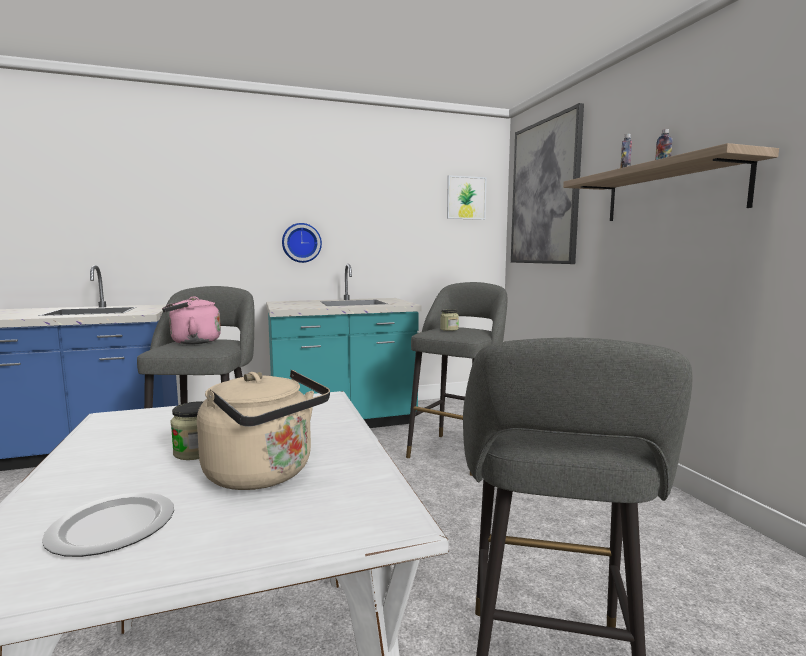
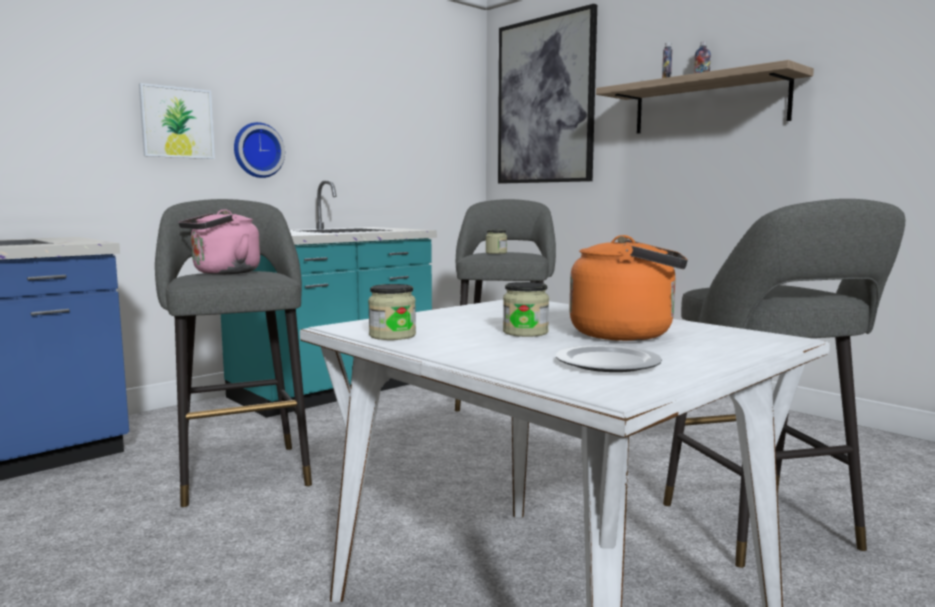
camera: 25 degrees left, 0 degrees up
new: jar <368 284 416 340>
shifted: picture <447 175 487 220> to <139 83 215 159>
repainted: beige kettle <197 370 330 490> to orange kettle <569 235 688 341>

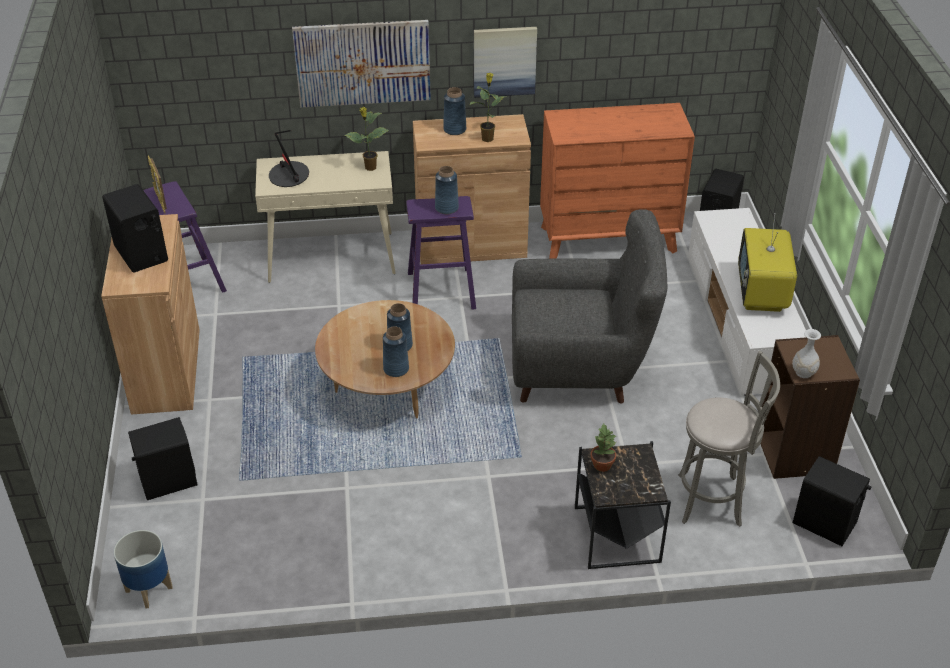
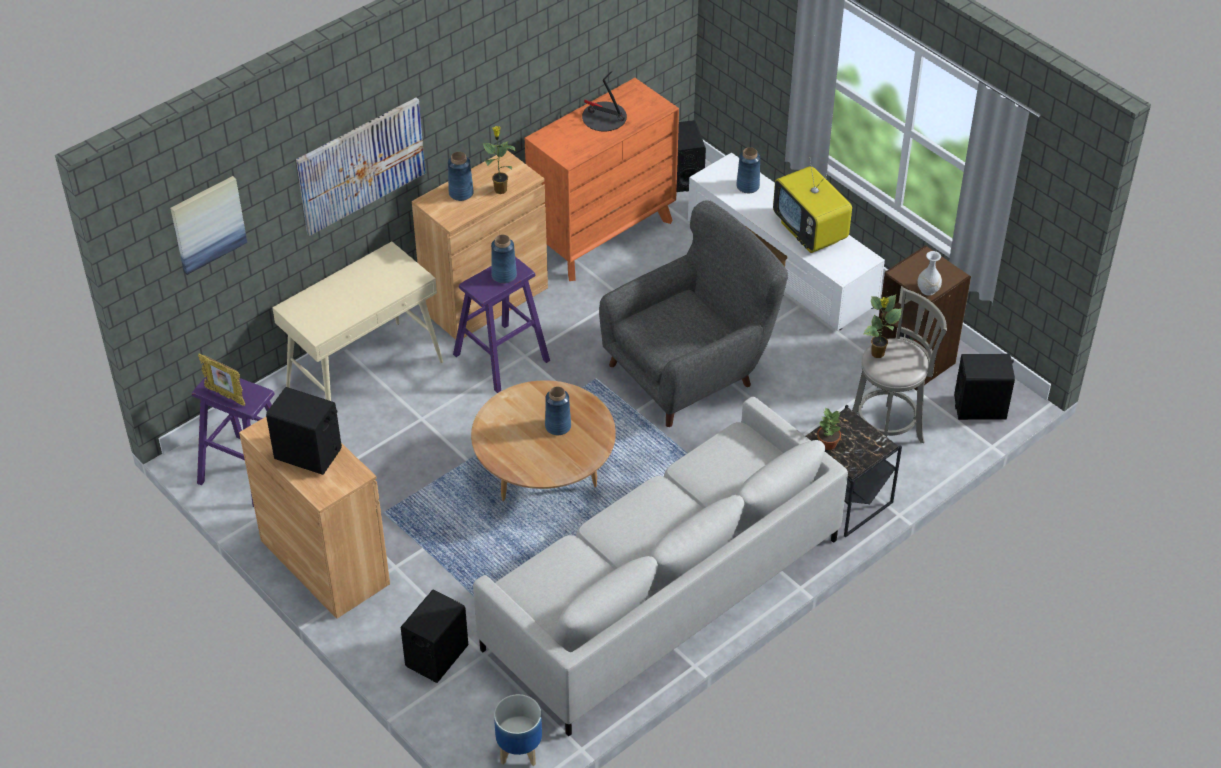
camera: 35 degrees left, 5 degrees up
new: grey sofa <473 397 848 737>
shifted: table lamp <269 130 309 187> to <582 71 627 131>; potted plant <344 107 389 171> to <863 295 902 358>; blue vase <383 326 409 377> to <736 147 760 193>; picture <474 27 537 98> to <170 176 247 275>

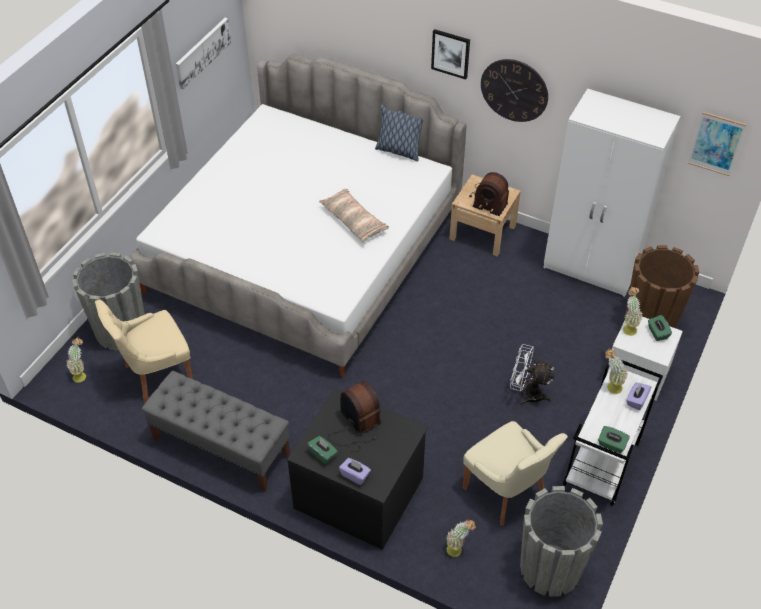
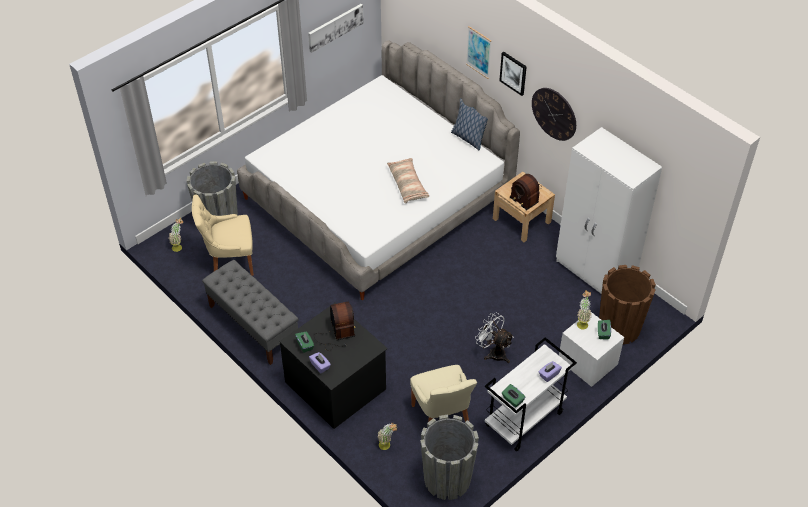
camera: 20 degrees right, 0 degrees up
gone: potted plant <605 348 628 394>
shifted: picture <688 112 747 176> to <466 26 492 79>

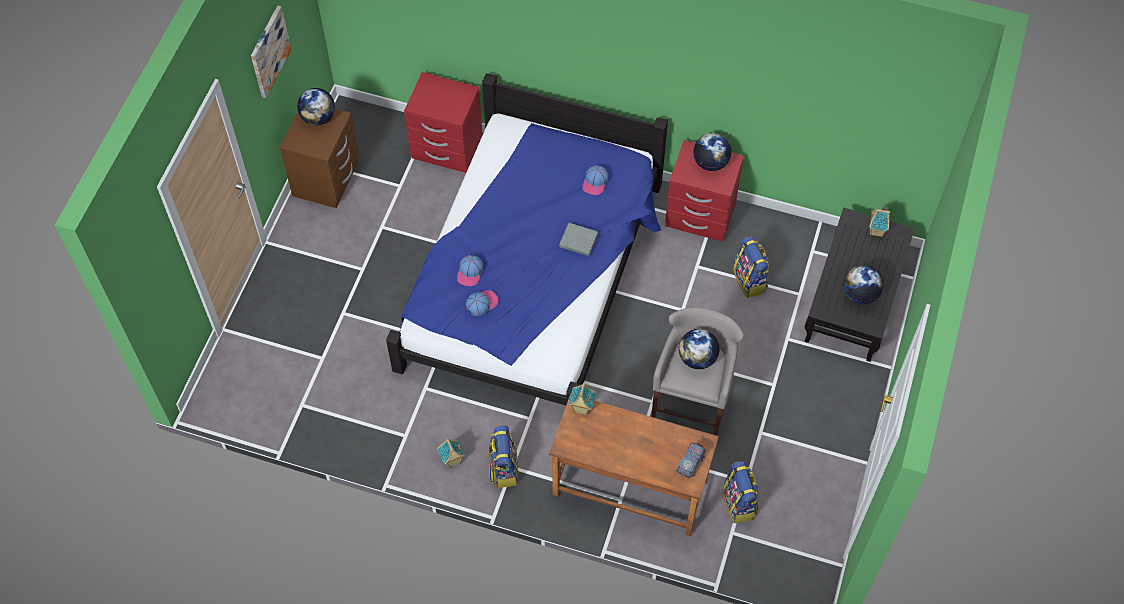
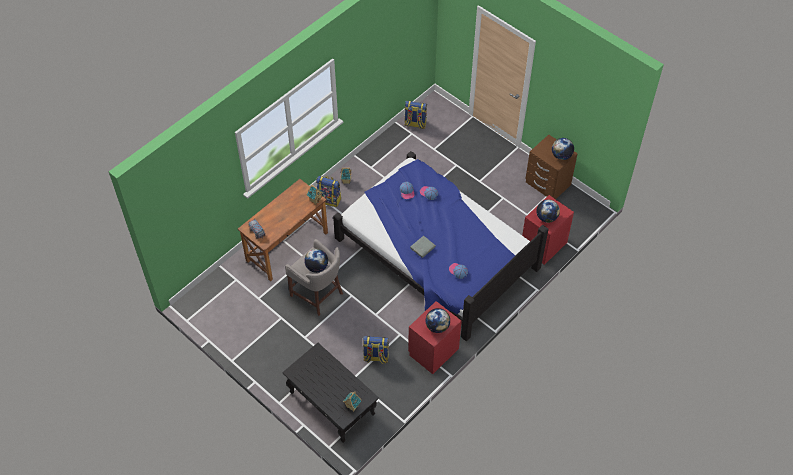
camera: 115 degrees right, 5 degrees down
gone: picture <251 6 291 98>
shifted: backpack <723 461 759 523> to <404 101 427 129>; globe <844 265 883 304> to <536 199 560 223>

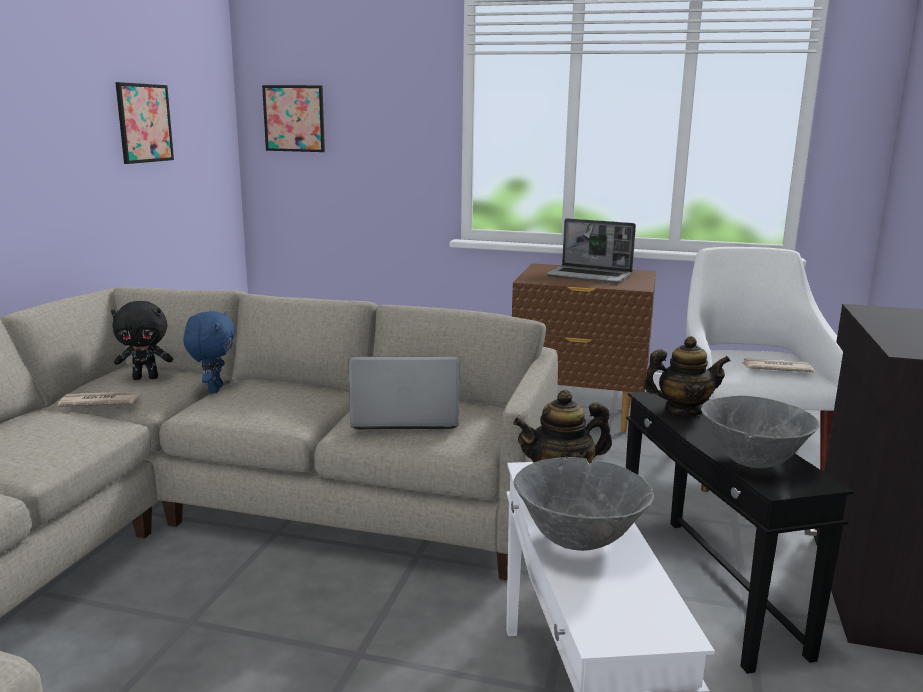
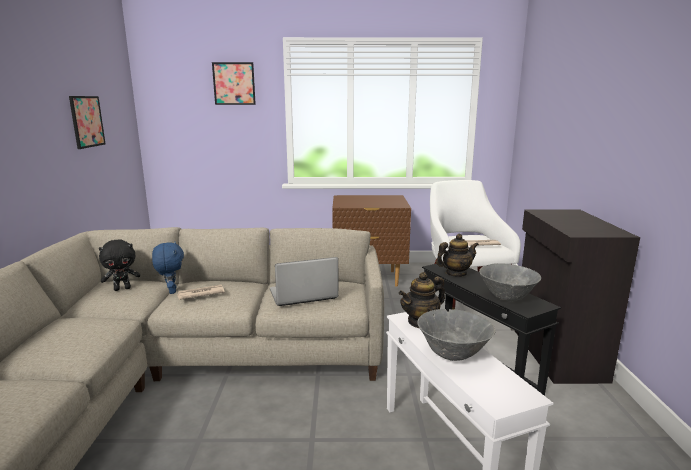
camera: 15 degrees left, 0 degrees up
gone: laptop <546 218 636 283>
shifted: newspaper <57 391 140 407> to <177 285 225 300>; picture <262 85 325 152> to <212 62 256 105>

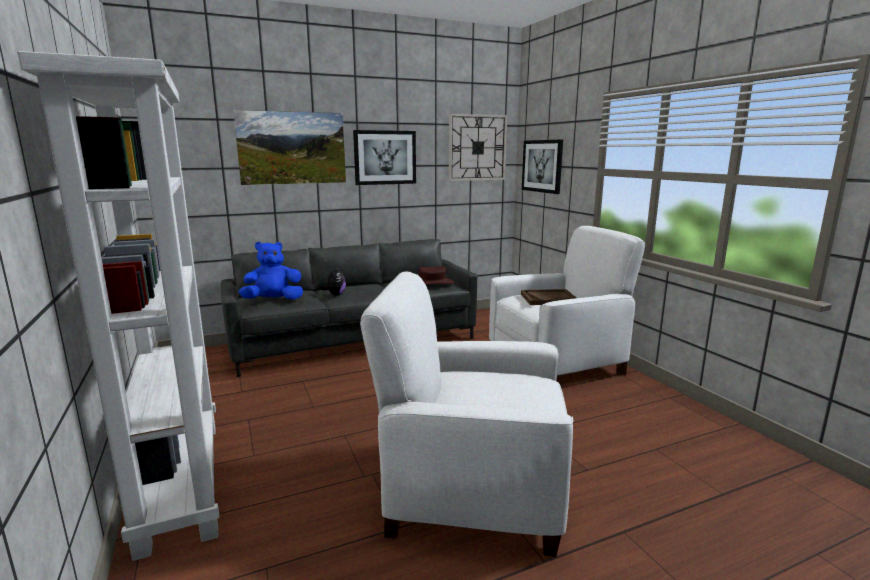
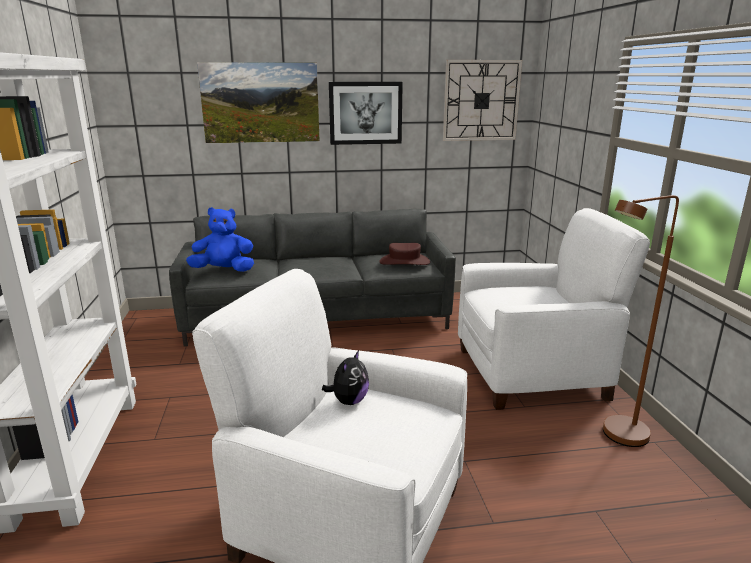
camera: 15 degrees right, 5 degrees up
gone: brown tray <521 289 576 305>; picture <522 140 563 194>
new: brown floor lamp <603 195 679 447>
shifted: plush toy <321 267 346 295> to <322 350 369 405>

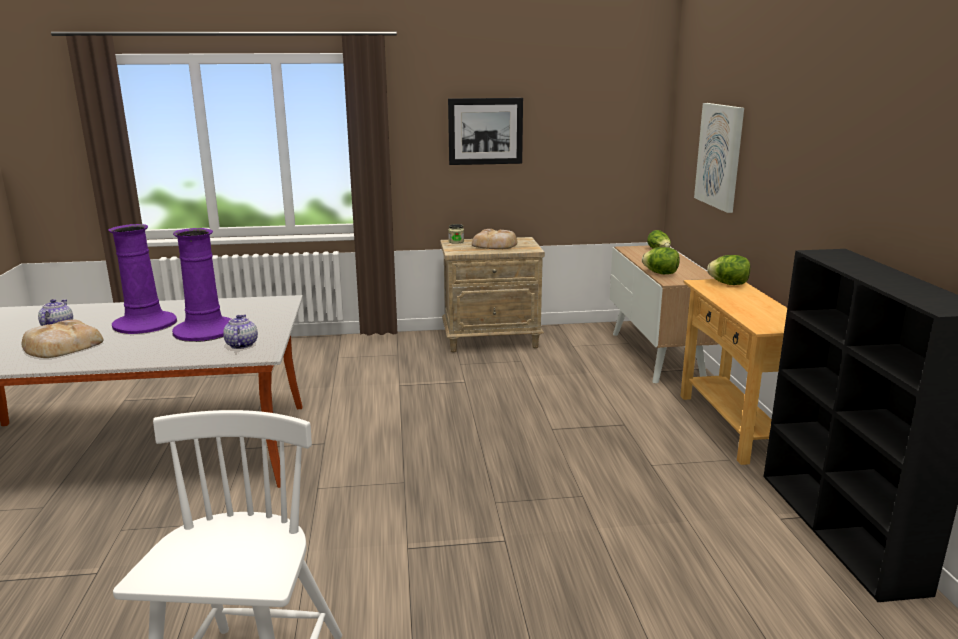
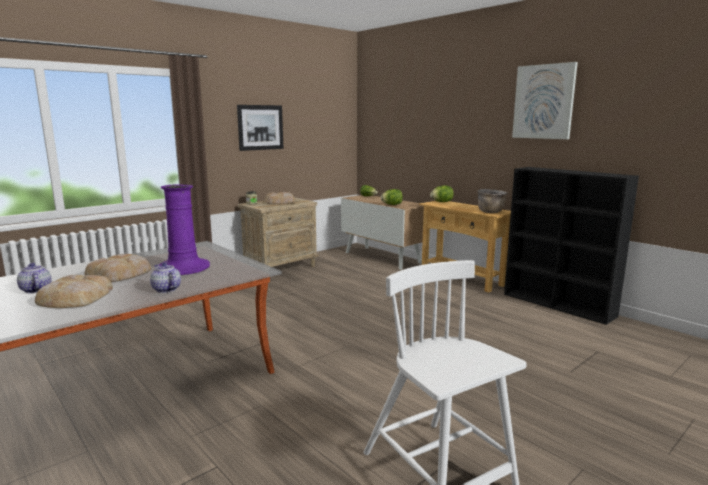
camera: 35 degrees left, 5 degrees down
new: brown cooking pot <478 189 507 213>
shifted: teapot <223 315 258 349> to <150 262 181 293>; picture <694 103 744 213> to <512 62 578 139>
swapped: purple vase <108 224 177 334> to bread <85 254 151 282>

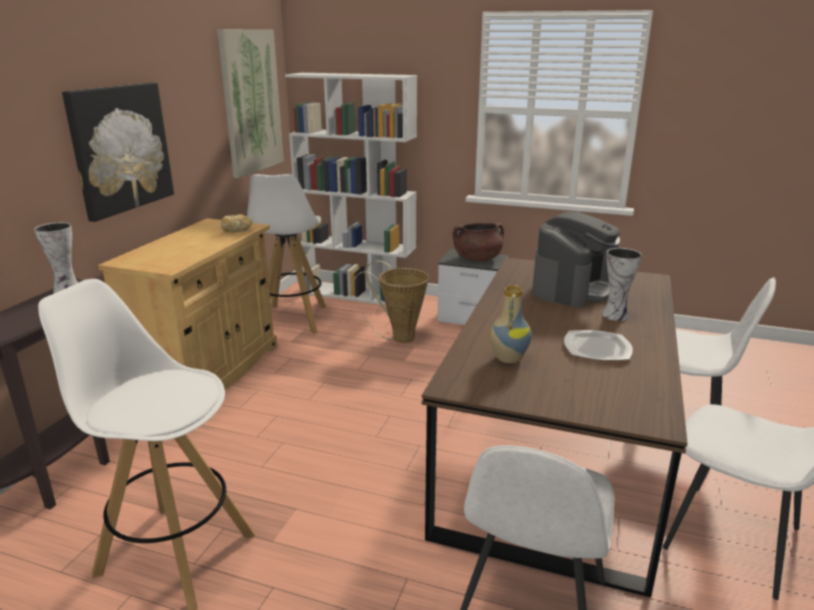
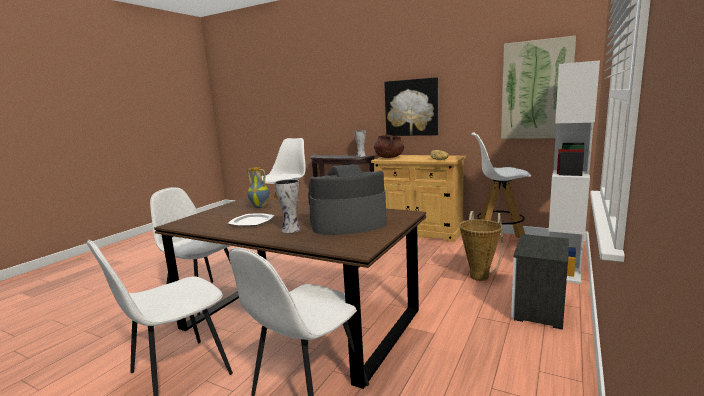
camera: 100 degrees right, 10 degrees down
shifted: brown cooking pot <453 223 504 262> to <374 134 404 158>
rotated: coffee machine <532 211 620 308> = <308 164 387 235> 120 degrees clockwise

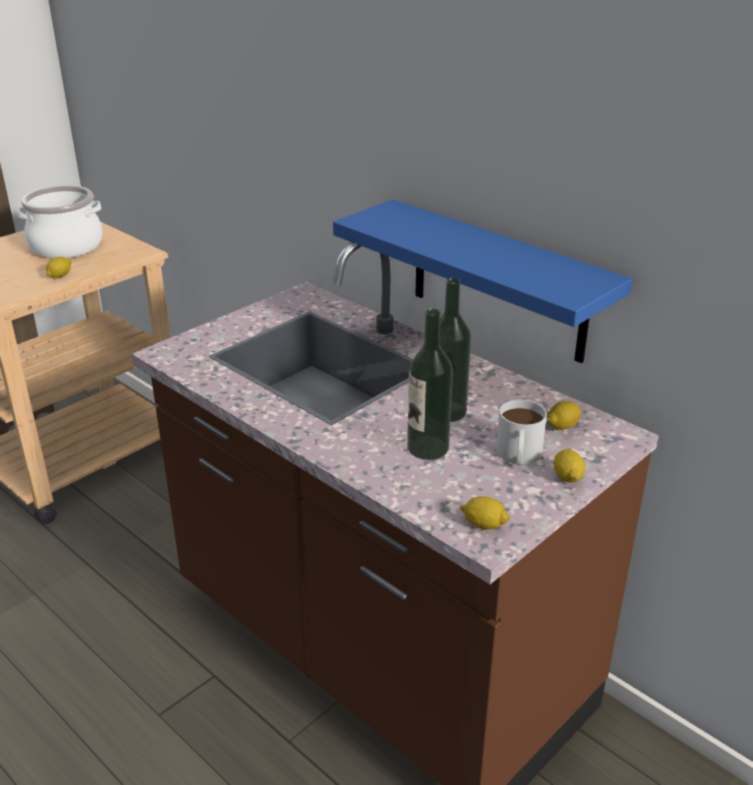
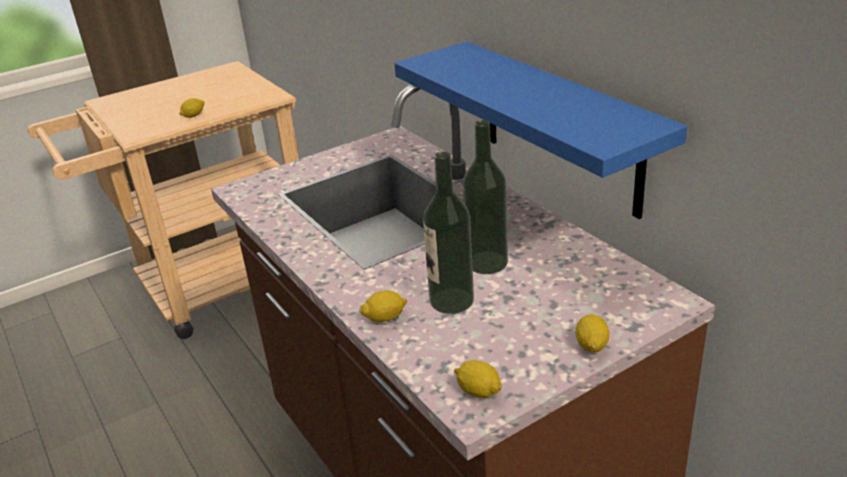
camera: 15 degrees right, 0 degrees up
gone: cooking pot <17 185 103 258>; white mug <496 400 547 465>
shifted: lemon <547 401 581 430> to <359 290 407 322>

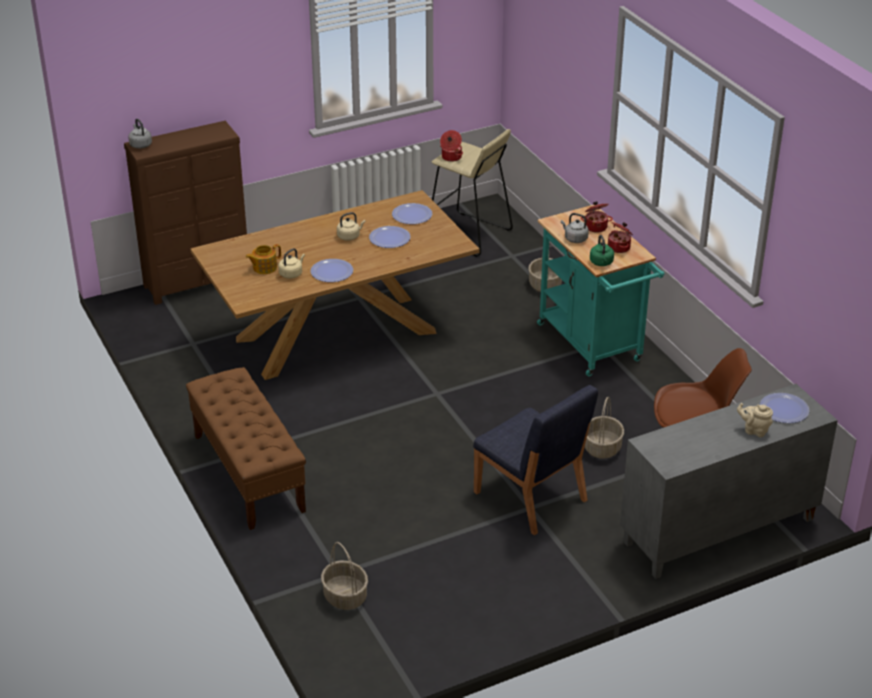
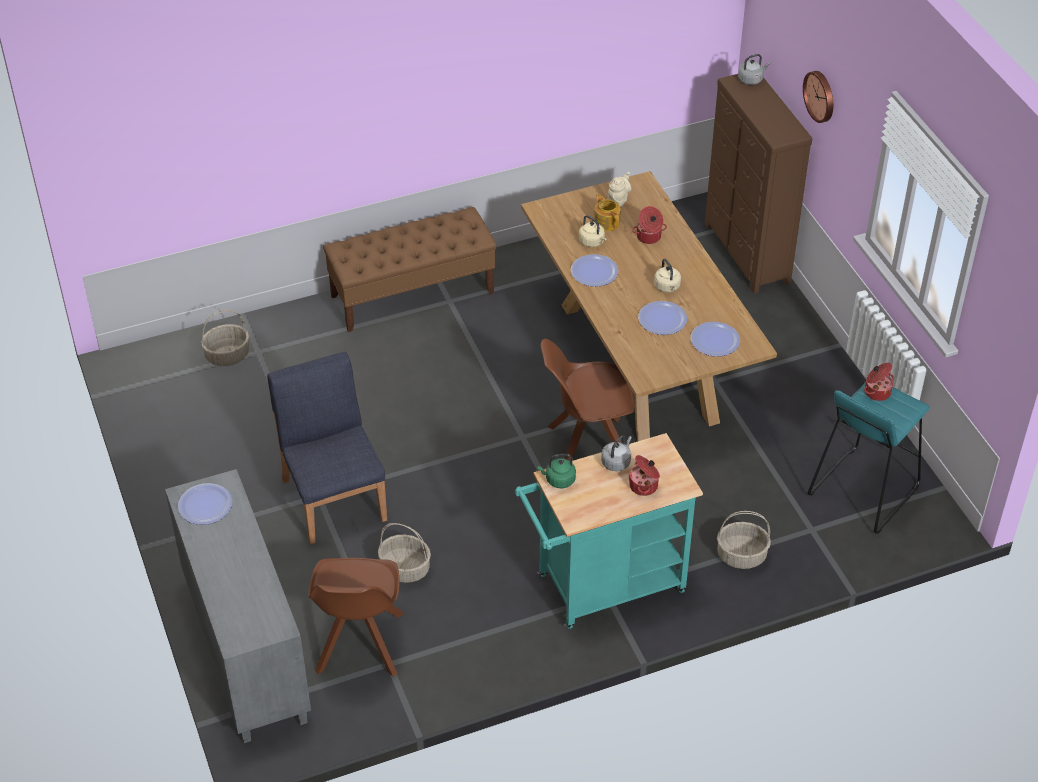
camera: 95 degrees right, 10 degrees up
new: brown chair <541 339 635 461>; wall clock <803 71 833 123>
shifted: cooking pot <608 222 633 253> to <632 206 667 244>; beige teapot <737 403 773 437> to <608 172 631 208>; plate <760 393 809 423> to <178 483 232 525>
repainted: beige stool <432 129 513 257> to turquoise stool <808 382 930 534>
rotated: blue chair <473 385 598 535> = <267 352 387 544> 105 degrees clockwise

